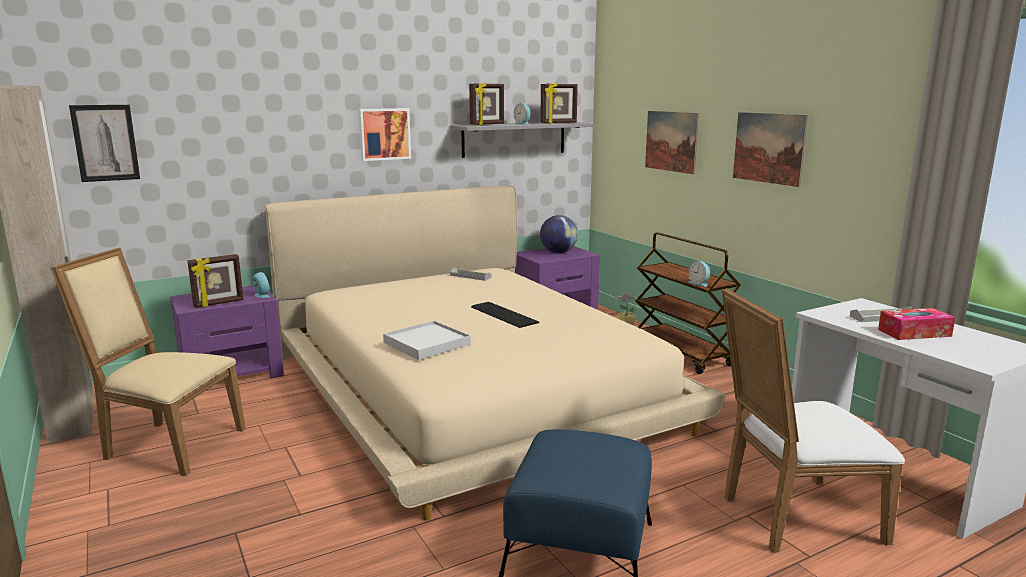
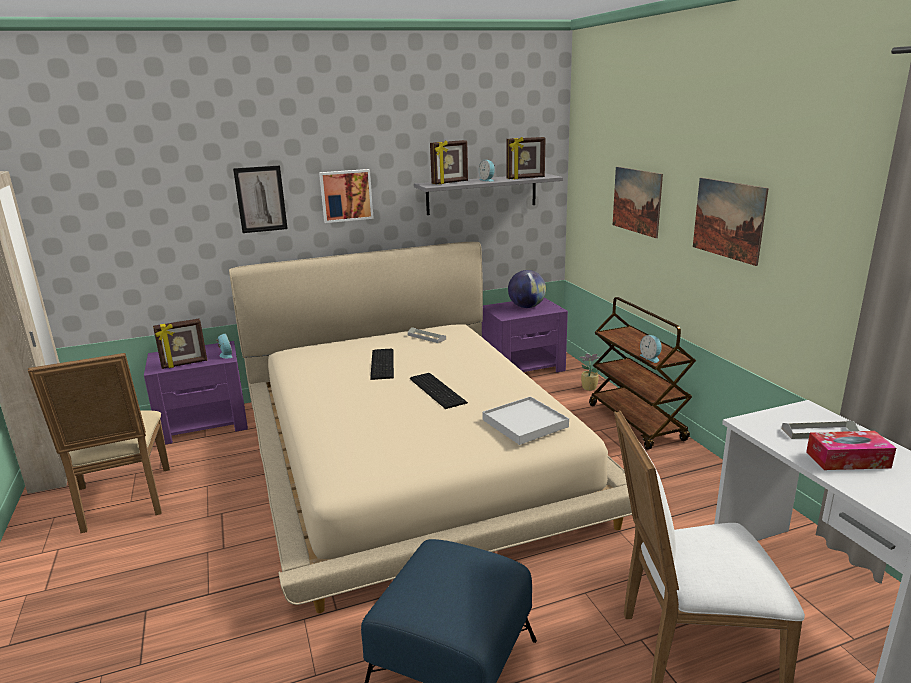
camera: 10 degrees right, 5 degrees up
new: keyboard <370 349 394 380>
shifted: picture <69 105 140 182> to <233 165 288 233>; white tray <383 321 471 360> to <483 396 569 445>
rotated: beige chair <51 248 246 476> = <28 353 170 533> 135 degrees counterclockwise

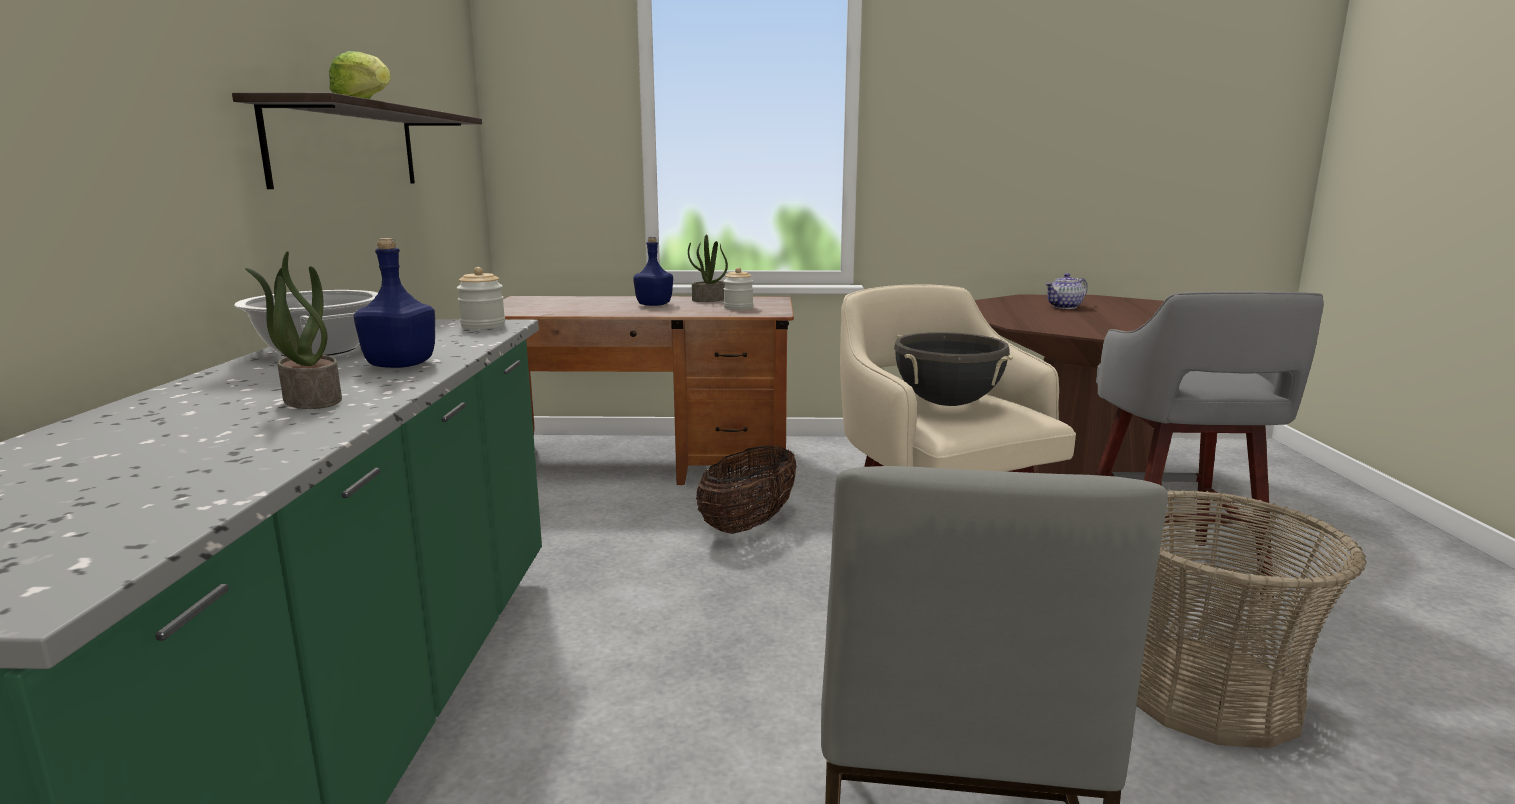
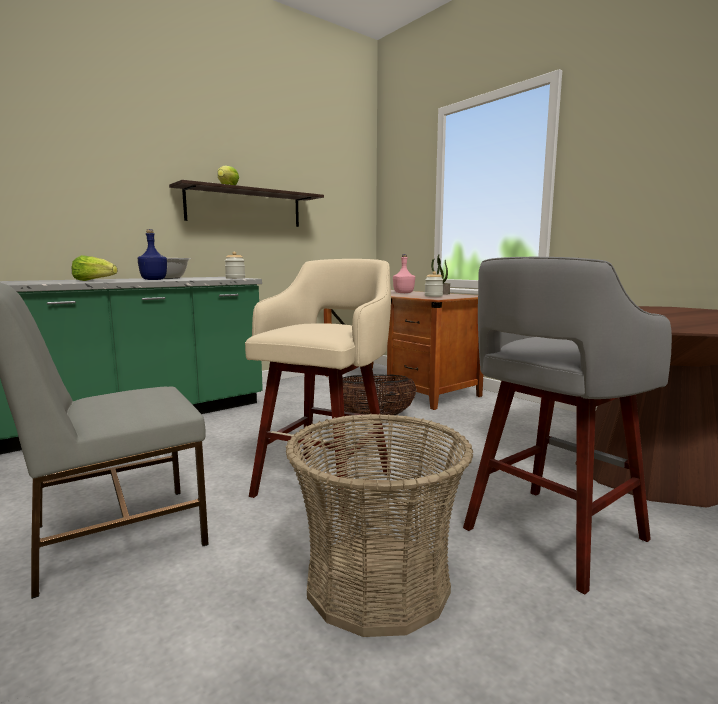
camera: 50 degrees right, 5 degrees down
gone: black cooking pot <894 332 1013 406>; teapot <1045 273 1088 309>
swapped: potted plant <245 251 342 409> to lettuce <72 255 117 281>
repainted: blue bottle <633 237 673 306> to pink bottle <393 254 415 293>

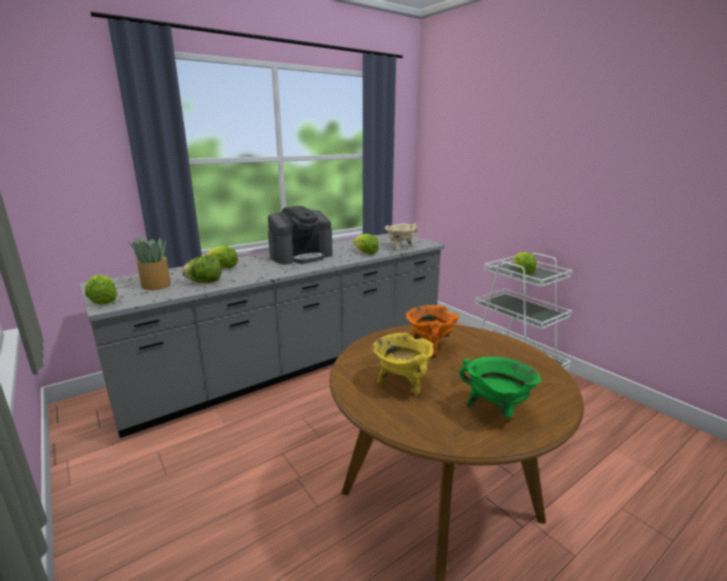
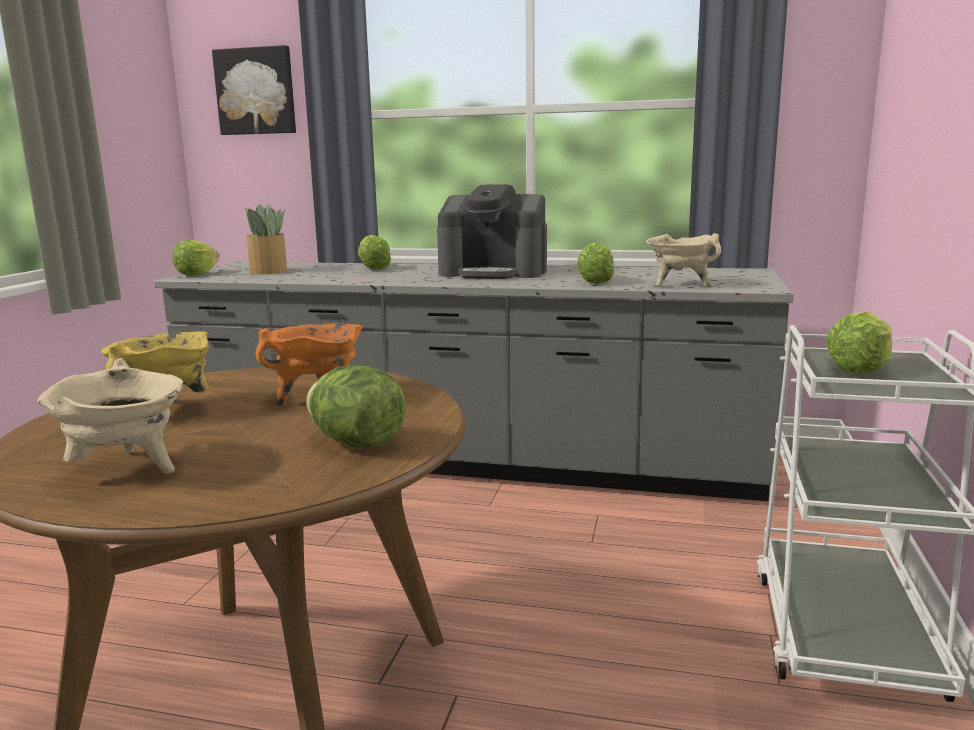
camera: 50 degrees right, 5 degrees down
new: picture <212 45 296 135>
shifted: lettuce <182 256 221 283> to <306 366 406 448>
repainted: green cooking pot <459 357 541 418> to beige cooking pot <37 358 183 474>

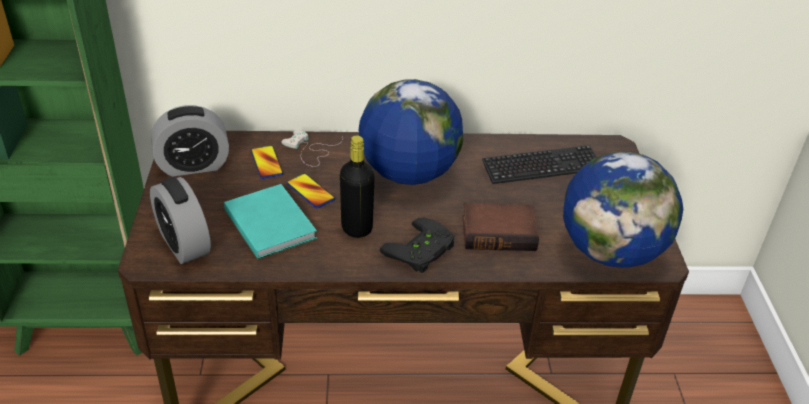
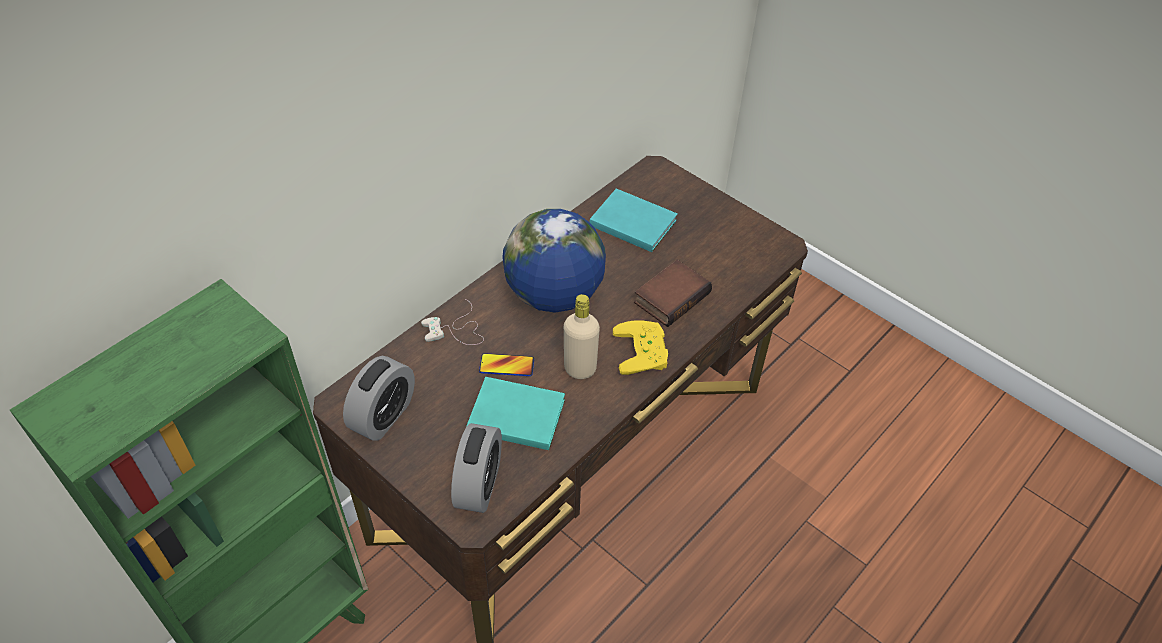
camera: 45 degrees left, 10 degrees up
gone: phone <251 145 283 179>; globe <563 151 683 268>
swapped: keyboard <482 145 597 184> to turquoise book <590 188 678 252>
repainted: black bottle <340 135 375 238> to beige bottle <564 294 600 379>; black game controller <380 218 454 273> to yellow game controller <613 321 668 375>
rotated: alarm clock <150 177 211 264> = <451 423 502 513> 90 degrees counterclockwise

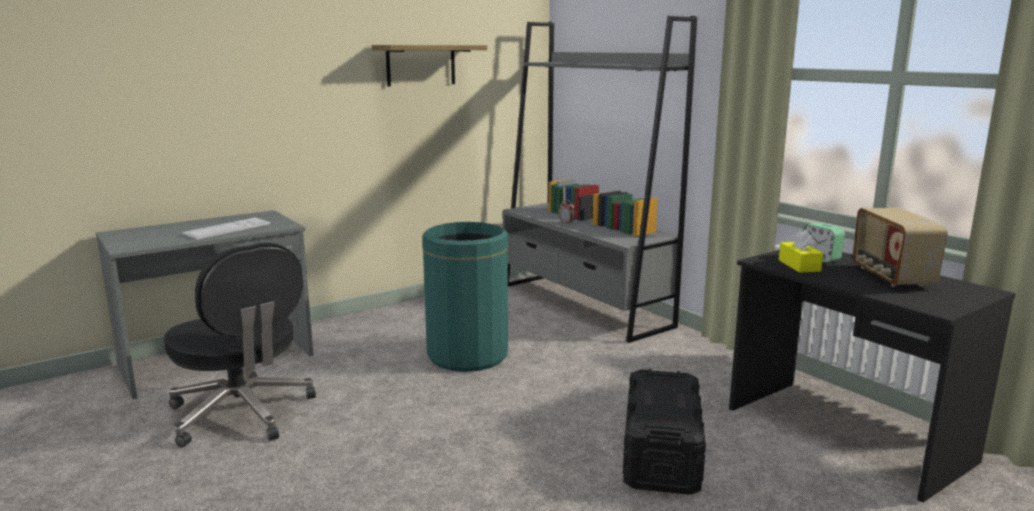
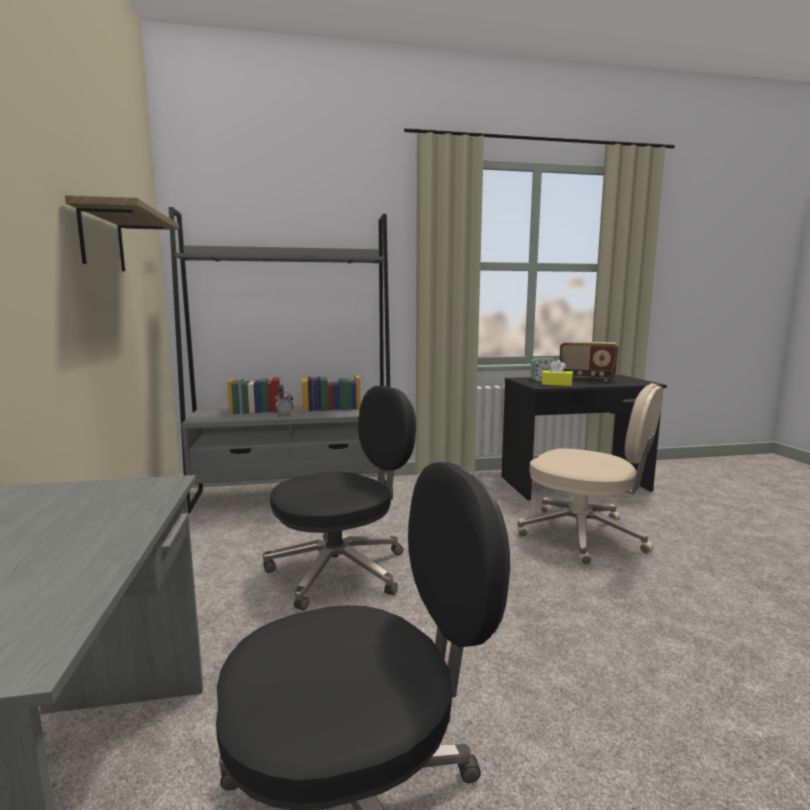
camera: 65 degrees left, 5 degrees down
gone: keyboard <182 218 270 240>
swapped: green trash can <423 222 508 372> to black office chair <263 386 416 611>; black storage box <623 369 706 495> to beige office chair <517 383 663 565>

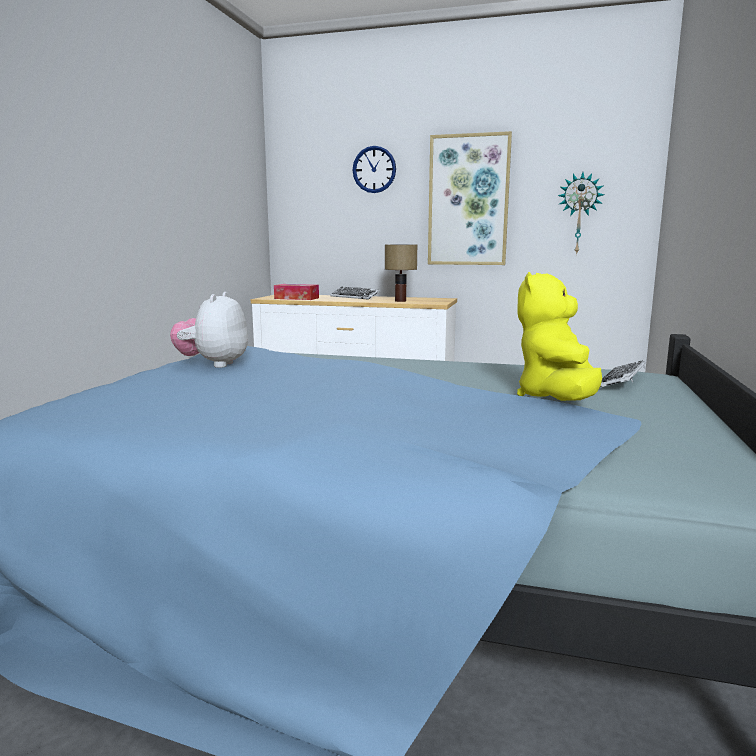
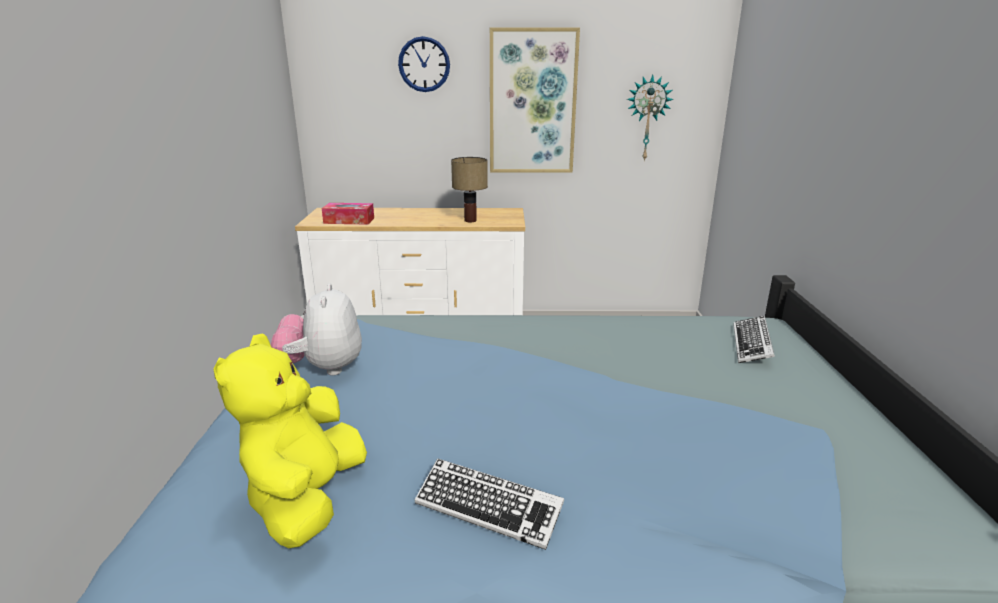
camera: 15 degrees left, 10 degrees up
shifted: keyboard <330 287 380 300> to <415 458 564 550>; yellow plush toy <517 272 602 401> to <214 333 367 548>

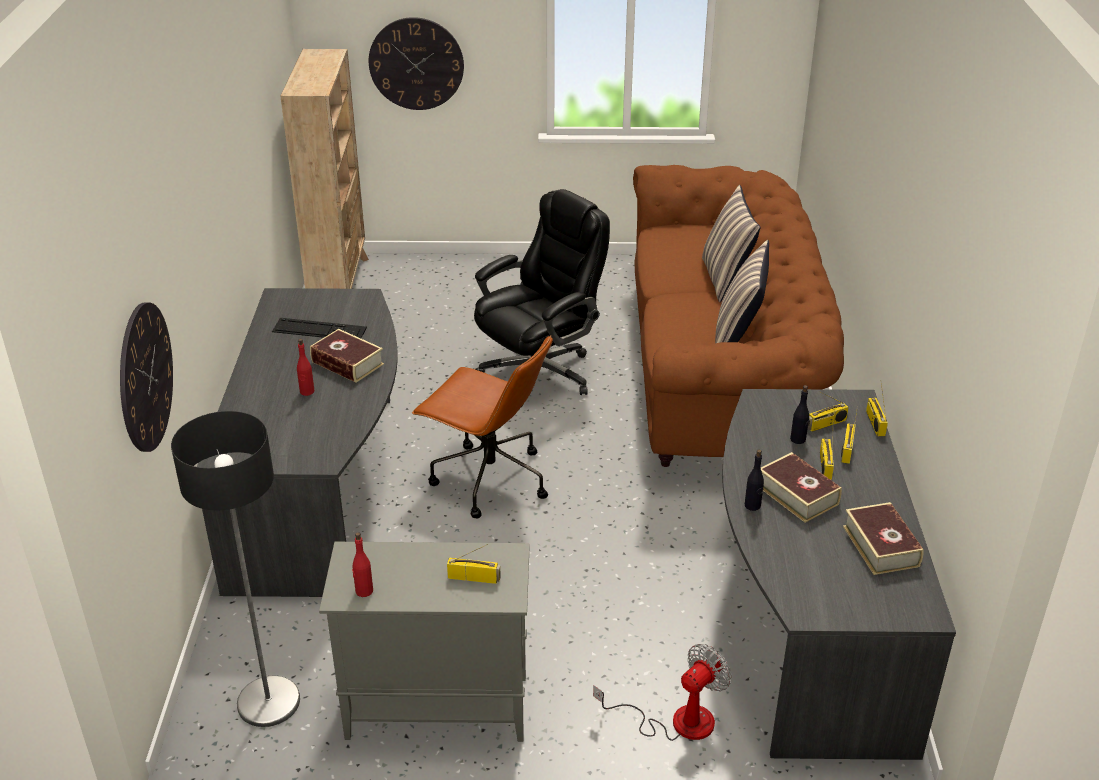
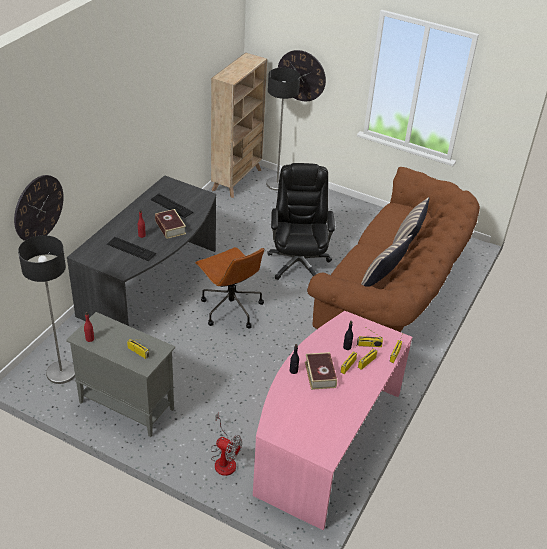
camera: 25 degrees right, 5 degrees up
gone: book <843 502 924 575>
new: keyboard <107 237 156 261>; floor lamp <266 68 300 191>
repainted: grey desk <722 389 956 760> to pink desk <253 311 413 530>
rotated: black office chair <474 189 610 406> = <267 163 335 280> 75 degrees counterclockwise; fan <593 644 731 741> = <211 412 242 476> 45 degrees clockwise

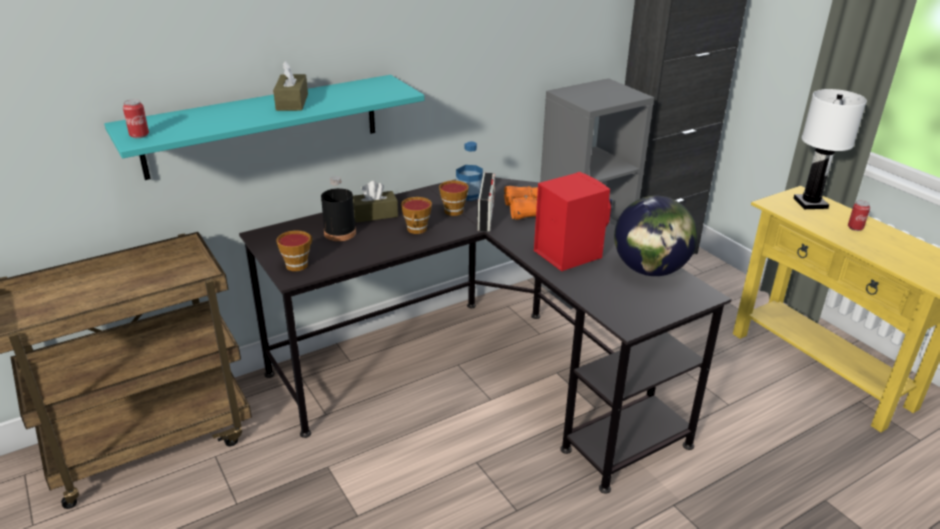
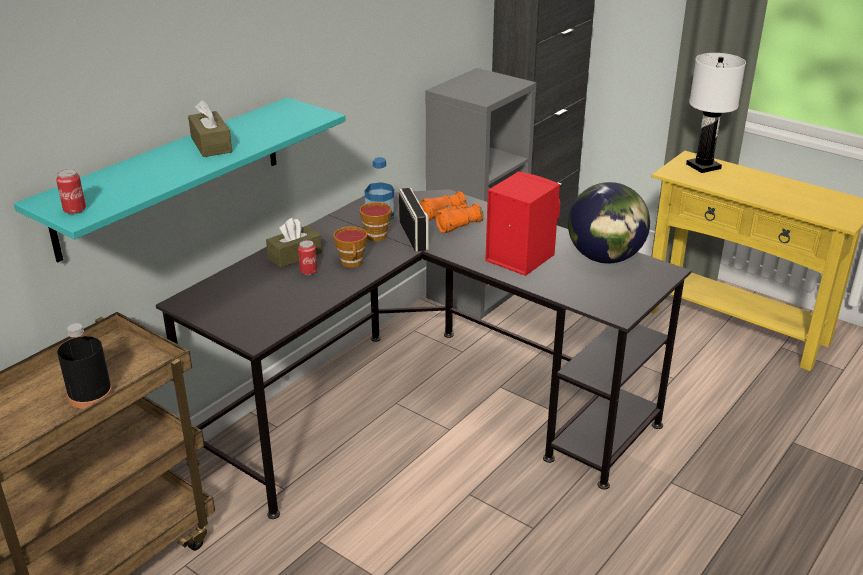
camera: 20 degrees left, 0 degrees up
gone: cup <276 231 312 271>
shifted: black bottle <321 176 356 241> to <57 323 113 409>; can <848 200 870 231> to <298 240 317 275>

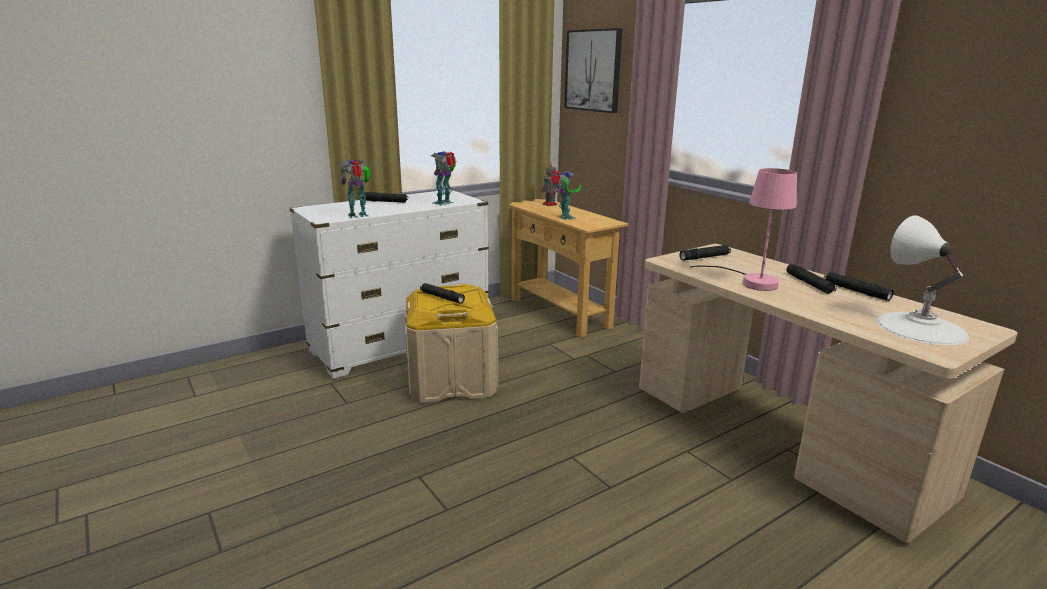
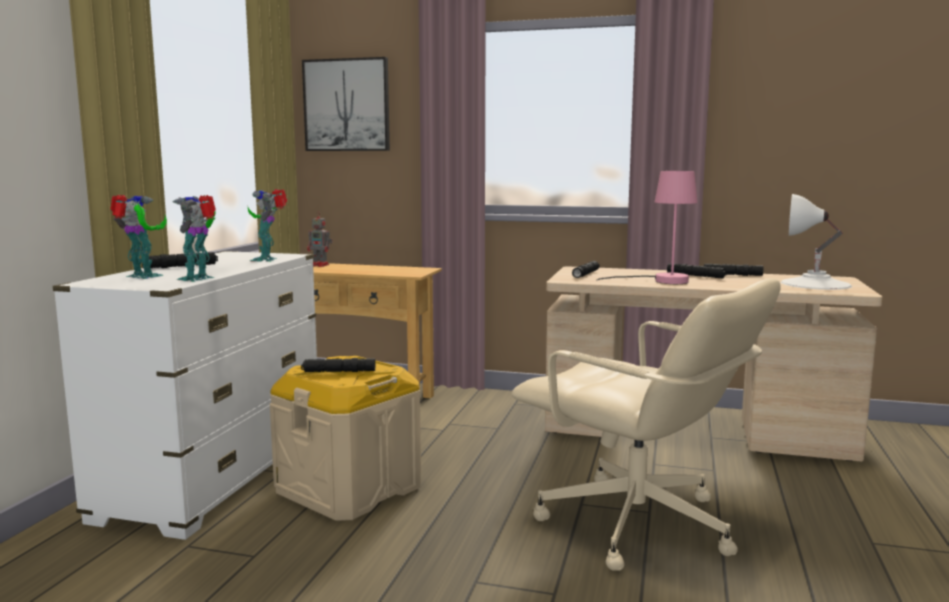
camera: 40 degrees left, 10 degrees down
new: beige office chair <512 279 781 571>
shifted: toy robot <551 171 581 220> to <110 195 167 279>

